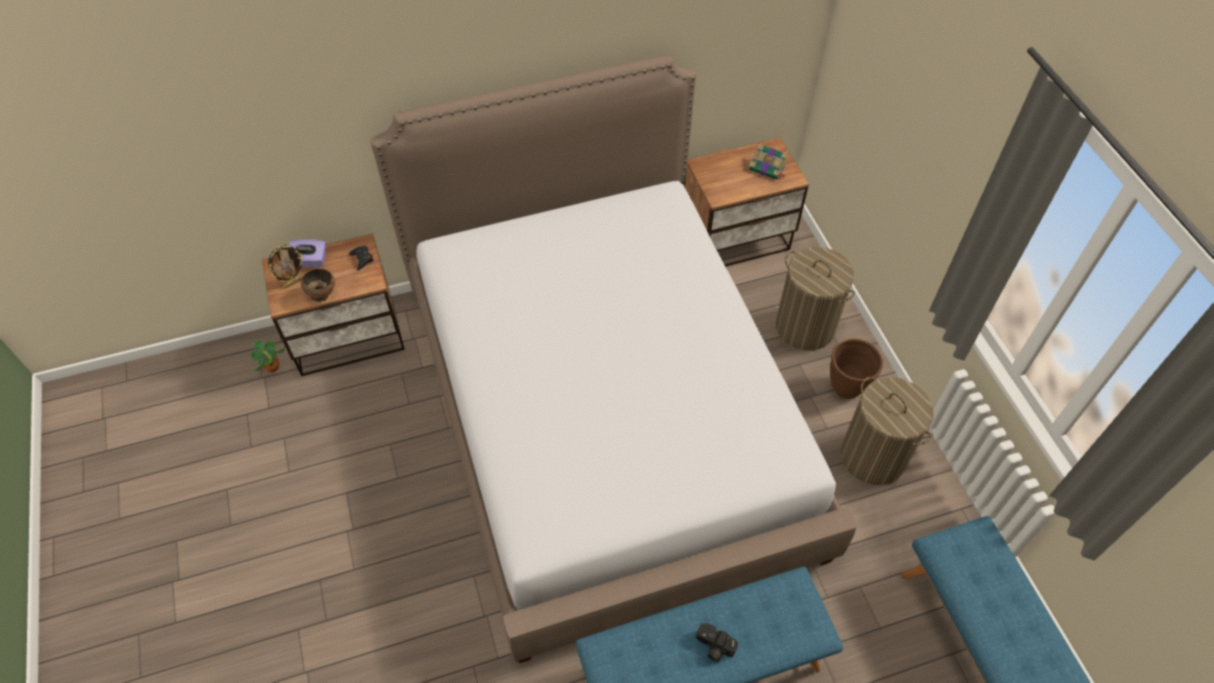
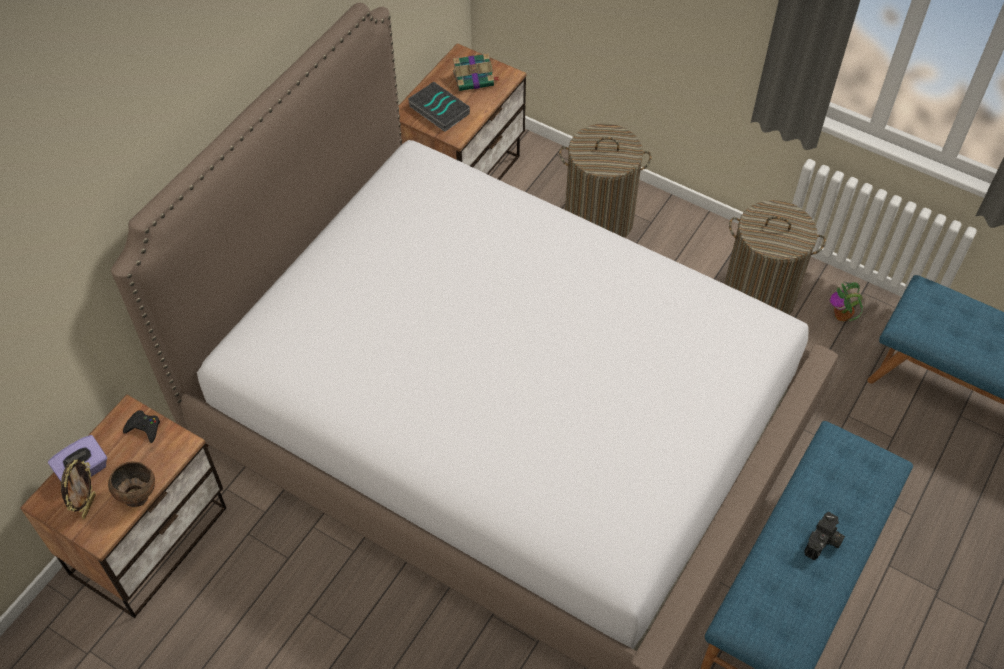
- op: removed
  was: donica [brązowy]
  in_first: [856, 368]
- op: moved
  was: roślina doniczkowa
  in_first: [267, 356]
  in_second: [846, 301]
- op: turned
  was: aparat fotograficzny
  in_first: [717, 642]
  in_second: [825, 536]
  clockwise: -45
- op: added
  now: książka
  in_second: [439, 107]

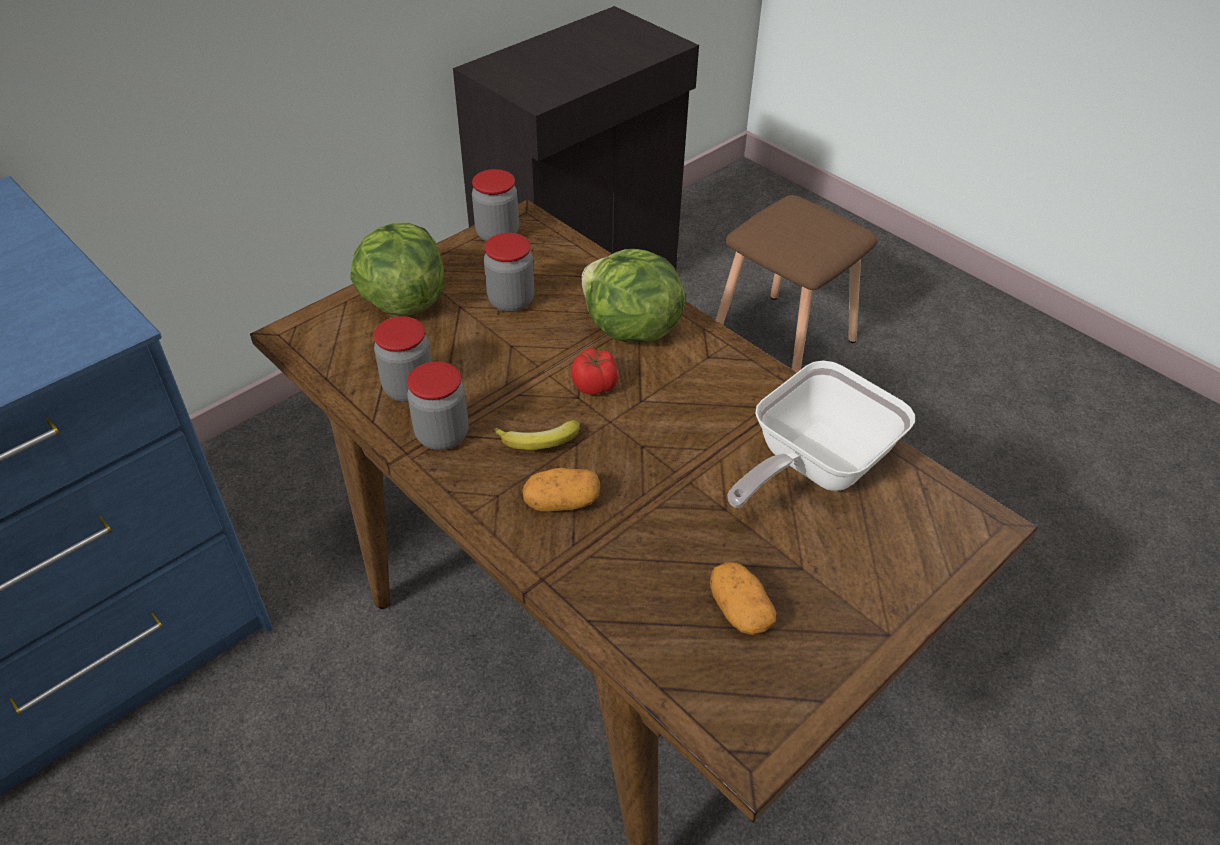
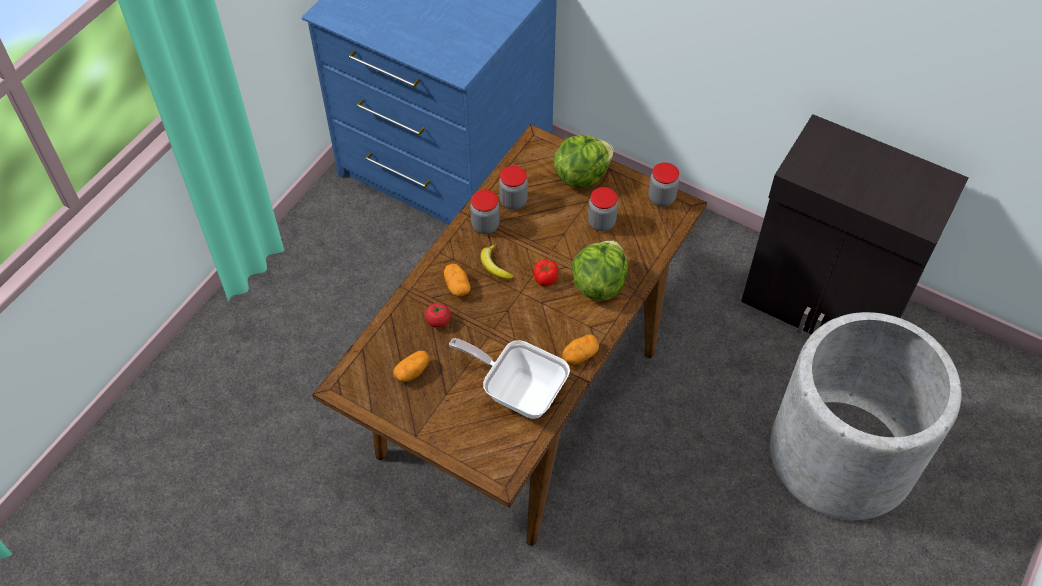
- op: replaced
  was: stołek [brązowy]
  now: donica [szary]
  in_first: [797, 283]
  in_second: [866, 416]
- op: added
  now: pomidor
  in_second: [438, 315]
- op: added
  now: ziemniak
  in_second: [580, 350]

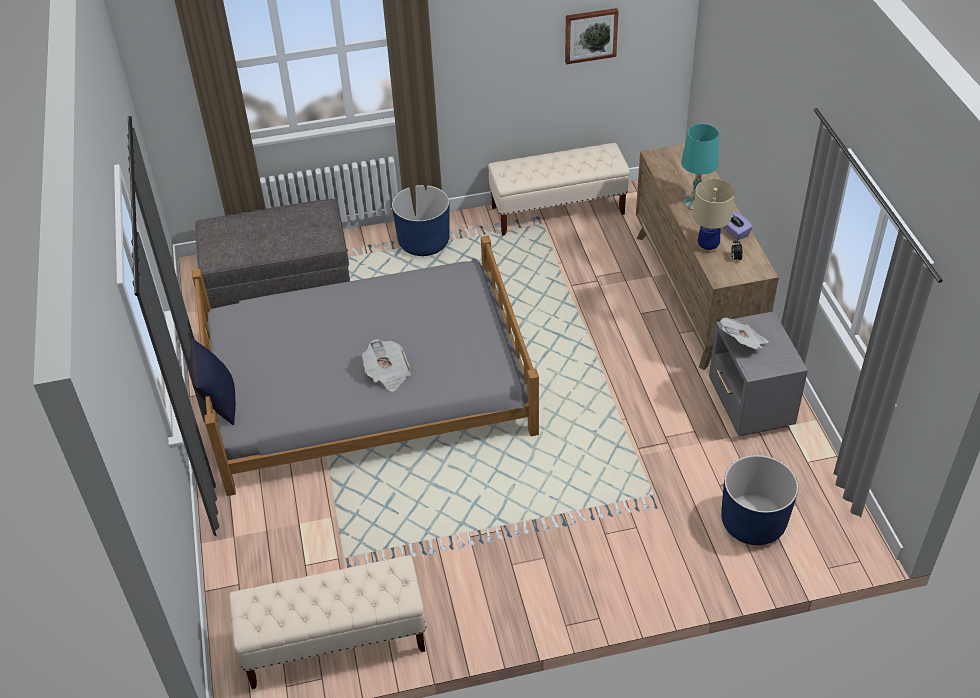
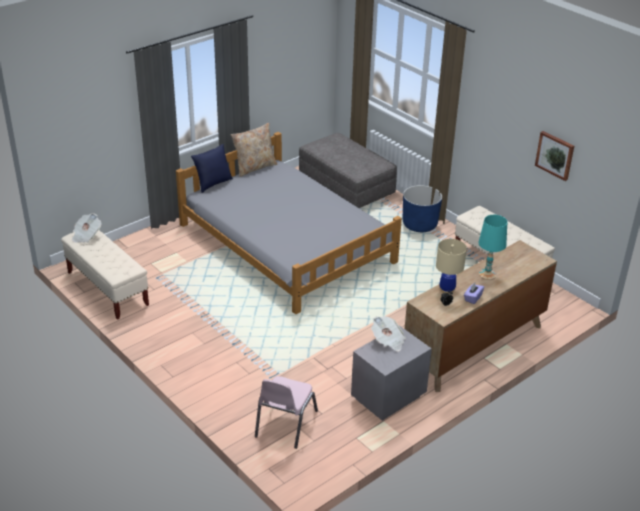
- op: moved
  was: gazeta
  in_first: [386, 365]
  in_second: [86, 228]
- op: replaced
  was: donica [niebieski]
  now: krzesło [różowy]
  in_first: [759, 500]
  in_second: [286, 412]
- op: added
  now: poduszka [beżowy]
  in_second: [254, 150]

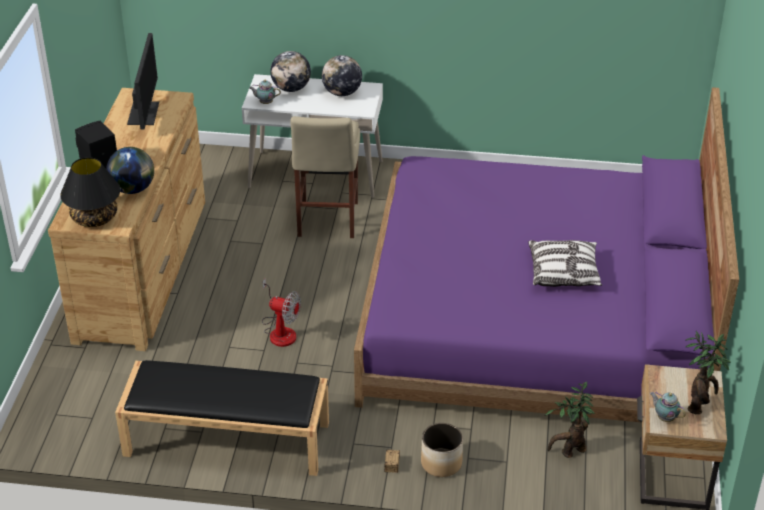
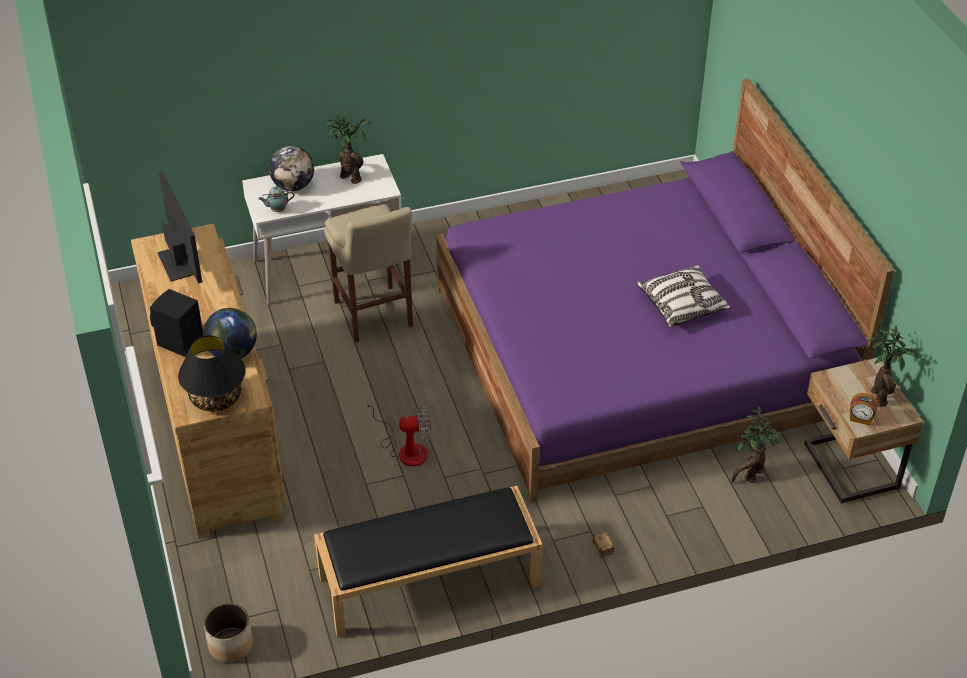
- op: replaced
  was: globus
  now: roślina doniczkowa
  in_first: [342, 75]
  in_second: [348, 148]
- op: replaced
  was: imbryk
  now: budzik
  in_first: [668, 407]
  in_second: [864, 409]
- op: moved
  was: donica
  in_first: [442, 450]
  in_second: [228, 633]

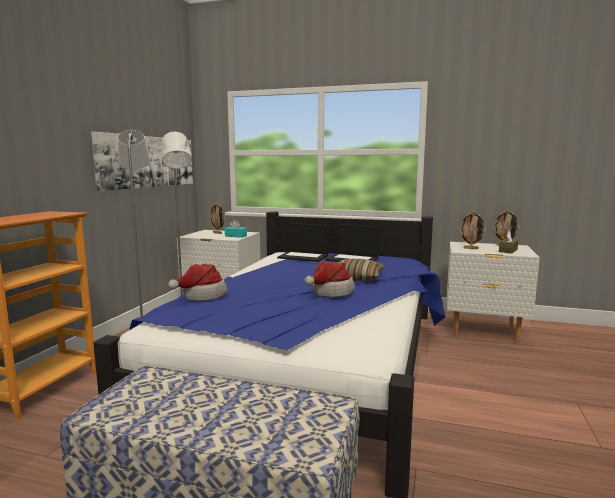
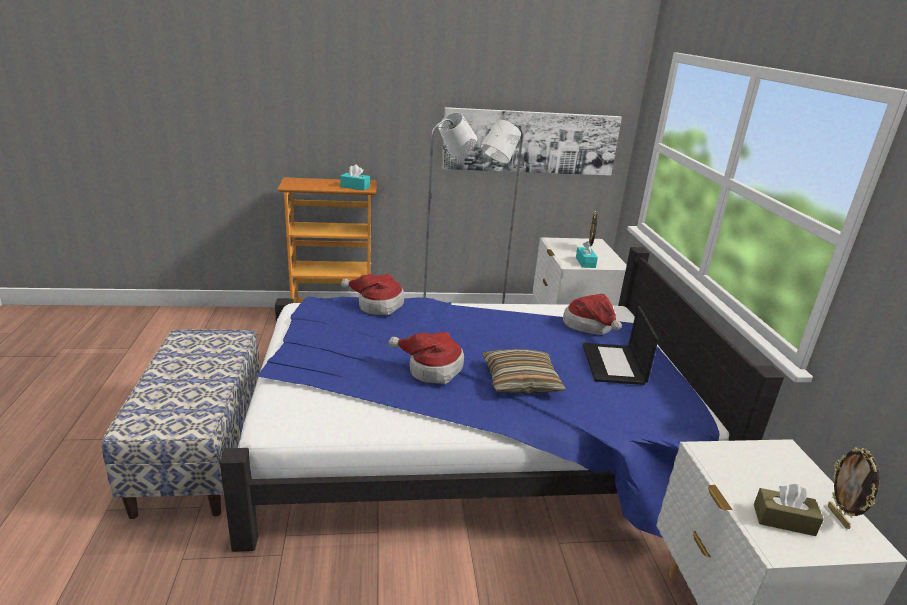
- op: removed
  was: ramka na zdjęcie
  in_first: [473, 230]
- op: replaced
  was: laptop
  now: kapelusz
  in_first: [303, 242]
  in_second: [592, 314]
- op: added
  now: pudełko chusteczek [turkusowy]
  in_second: [355, 177]

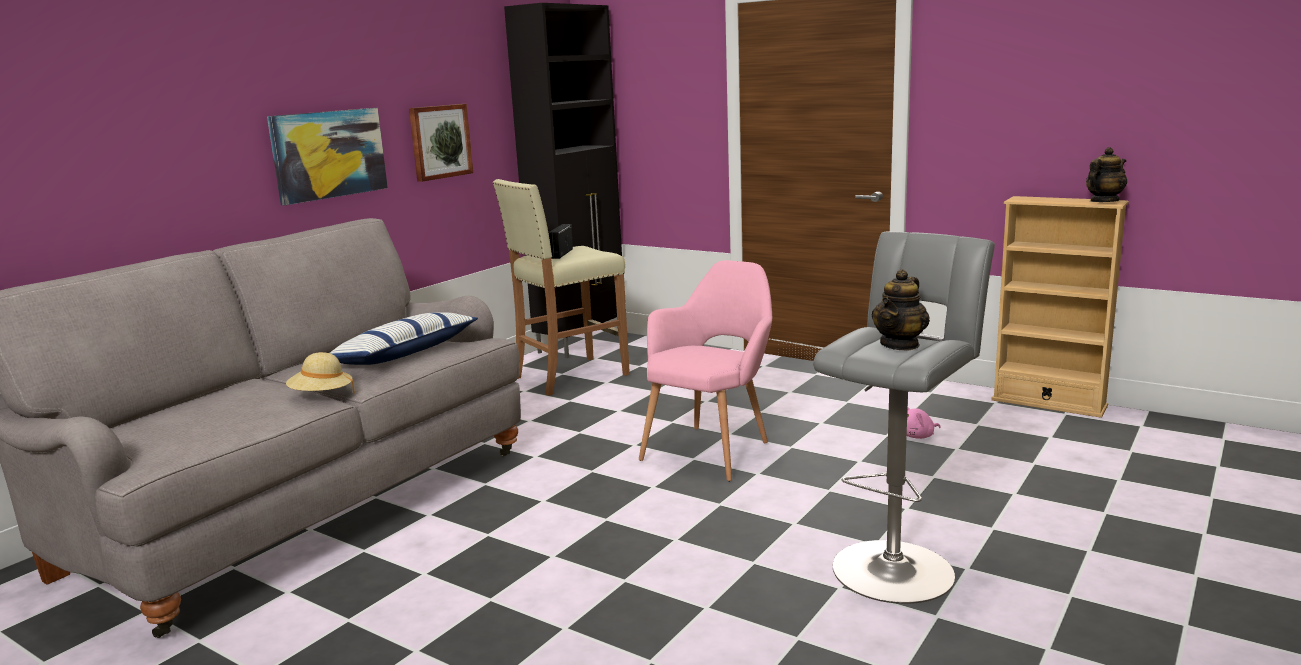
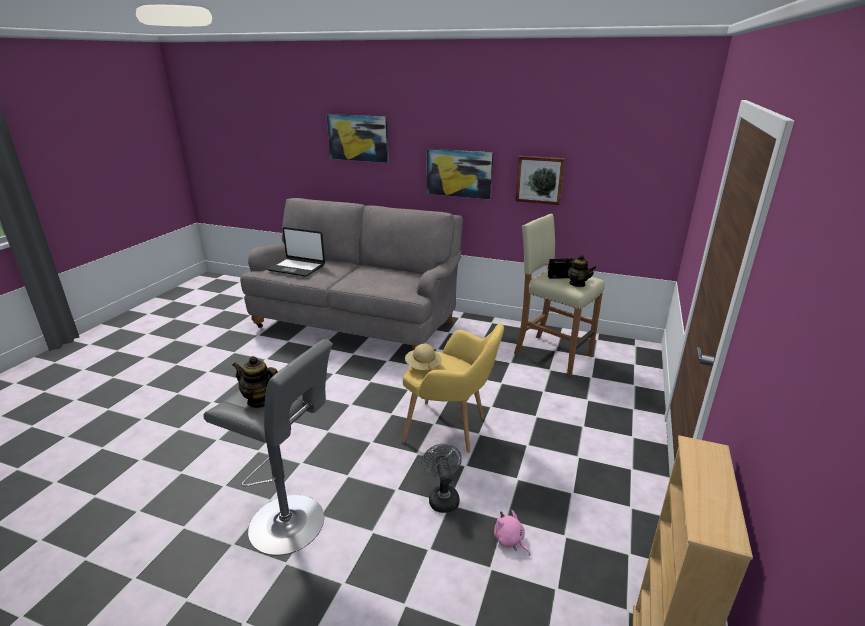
- op: removed
  was: szafka [czarny]
  in_first: [563, 180]
- op: moved
  was: imbryk
  in_first: [1106, 174]
  in_second: [579, 270]
- op: recoloured
  was: fotel [różowy]
  now: fotel [żółty]
  in_first: [705, 370]
  in_second: [453, 388]
- op: removed
  was: poduszka
  in_first: [404, 338]
- op: moved
  was: kapelusz [beżowy]
  in_first: [320, 372]
  in_second: [423, 358]
- op: added
  now: obraz
  in_second: [358, 138]
- op: added
  now: laptop
  in_second: [296, 252]
- op: added
  now: wentylator [szary]
  in_second: [442, 478]

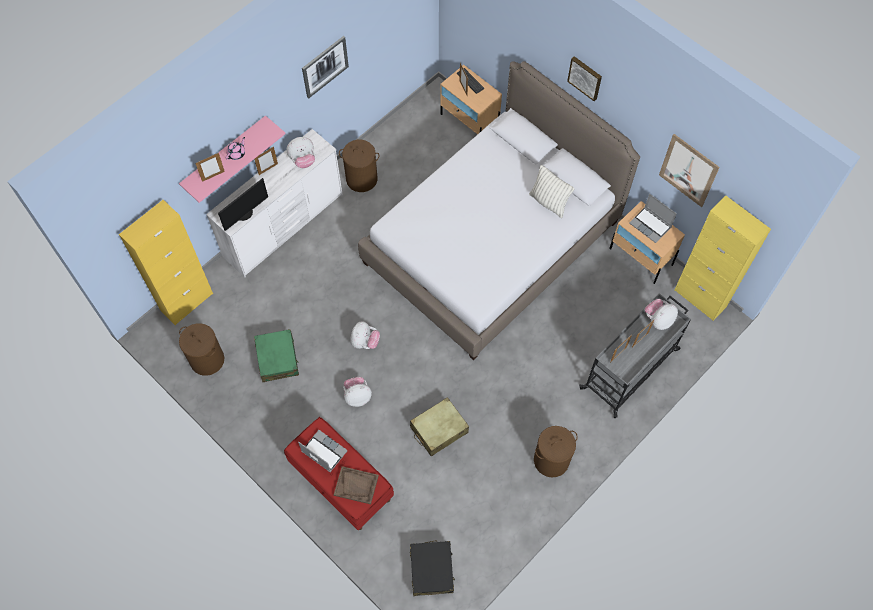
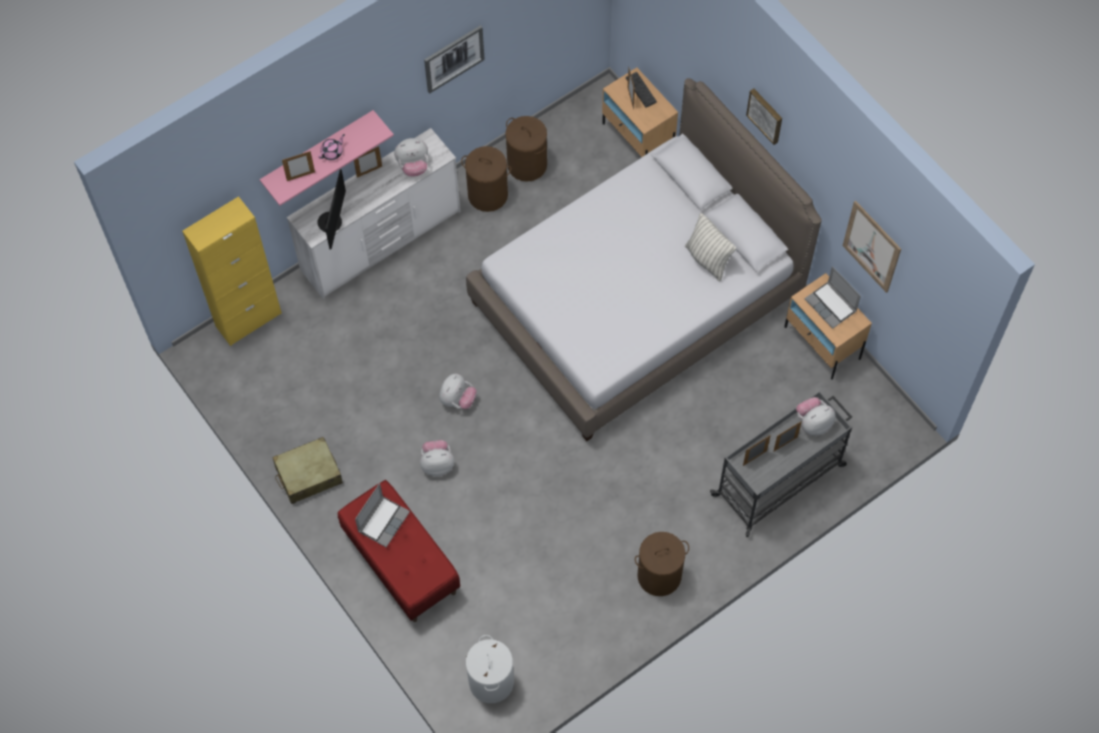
- op: turned
  was: monitor
  in_first: [243, 204]
  in_second: [331, 209]
  clockwise: -45
- op: removed
  was: szafka [żółty]
  in_first: [722, 258]
- op: moved
  was: kosz na pranie [brązowy]
  in_first: [201, 349]
  in_second: [526, 149]
- op: removed
  was: walizka [zielony]
  in_first: [276, 355]
- op: moved
  was: walizka [beżowy]
  in_first: [439, 427]
  in_second: [308, 470]
- op: turned
  was: laptop
  in_first: [323, 451]
  in_second: [382, 515]
  clockwise: 75
- op: removed
  was: taca [brązowy]
  in_first: [356, 485]
- op: replaced
  was: walizka [czarny]
  now: kosz na pranie [biały]
  in_first: [432, 568]
  in_second: [490, 669]

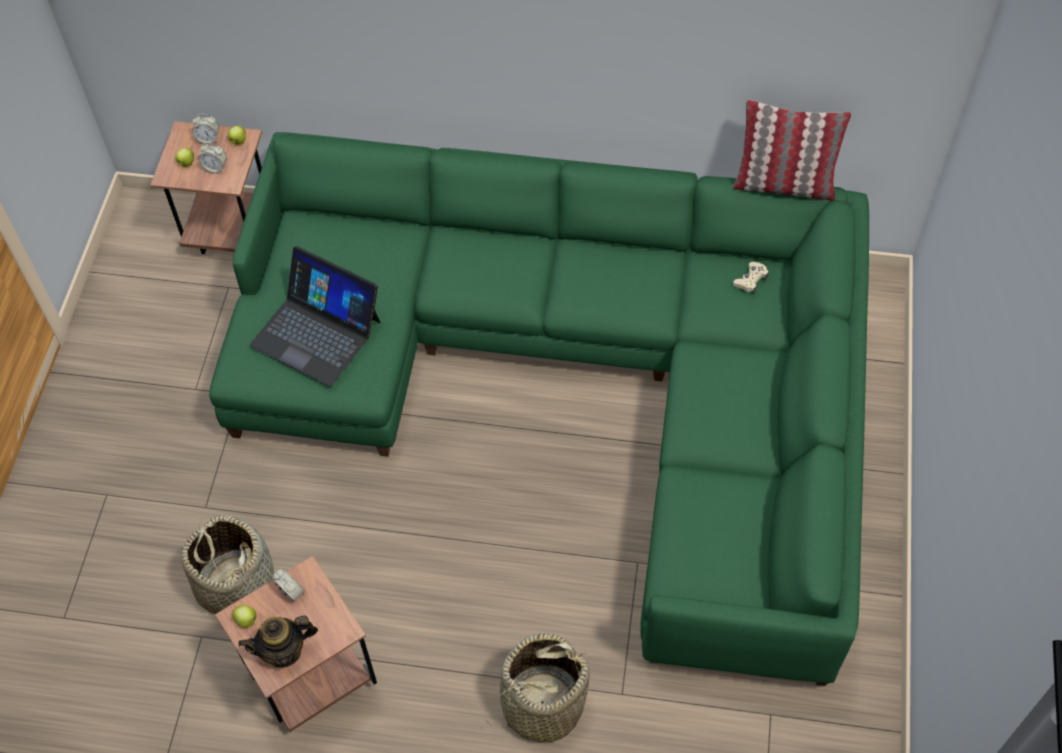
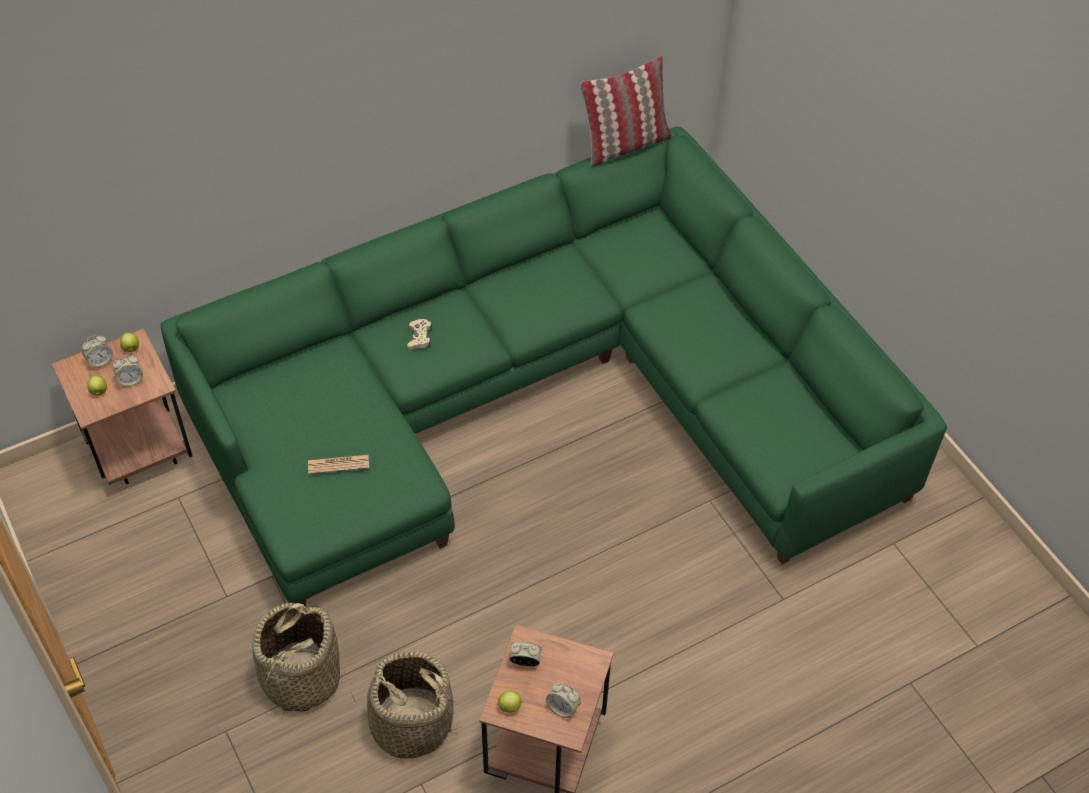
- op: replaced
  was: laptop
  now: gazeta
  in_first: [315, 316]
  in_second: [338, 464]
- op: moved
  was: pad do gier [beżowy]
  in_first: [751, 278]
  in_second: [419, 334]
- op: replaced
  was: imbryk
  now: budzik
  in_first: [278, 641]
  in_second: [563, 700]
- op: moved
  was: koszyk
  in_first: [537, 687]
  in_second: [296, 660]

